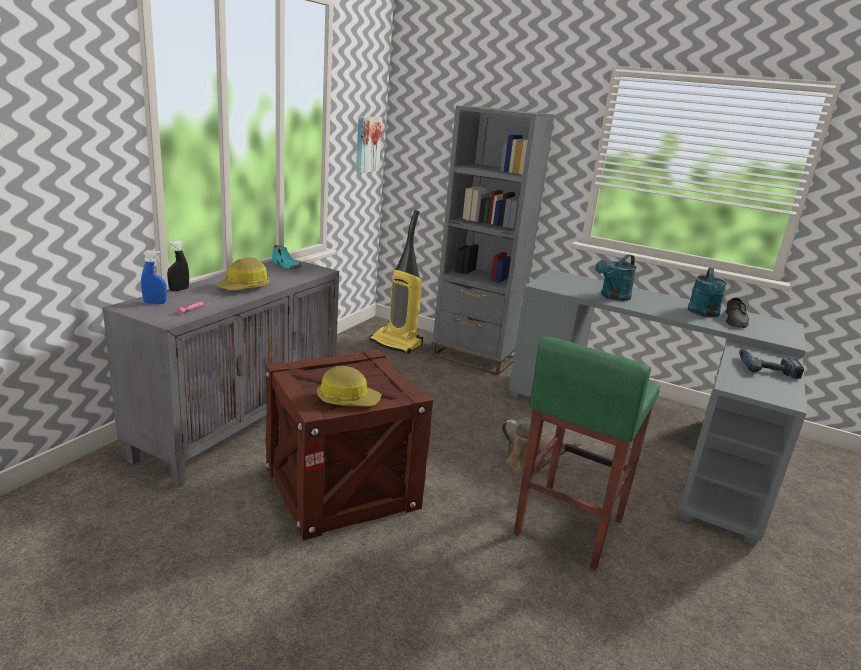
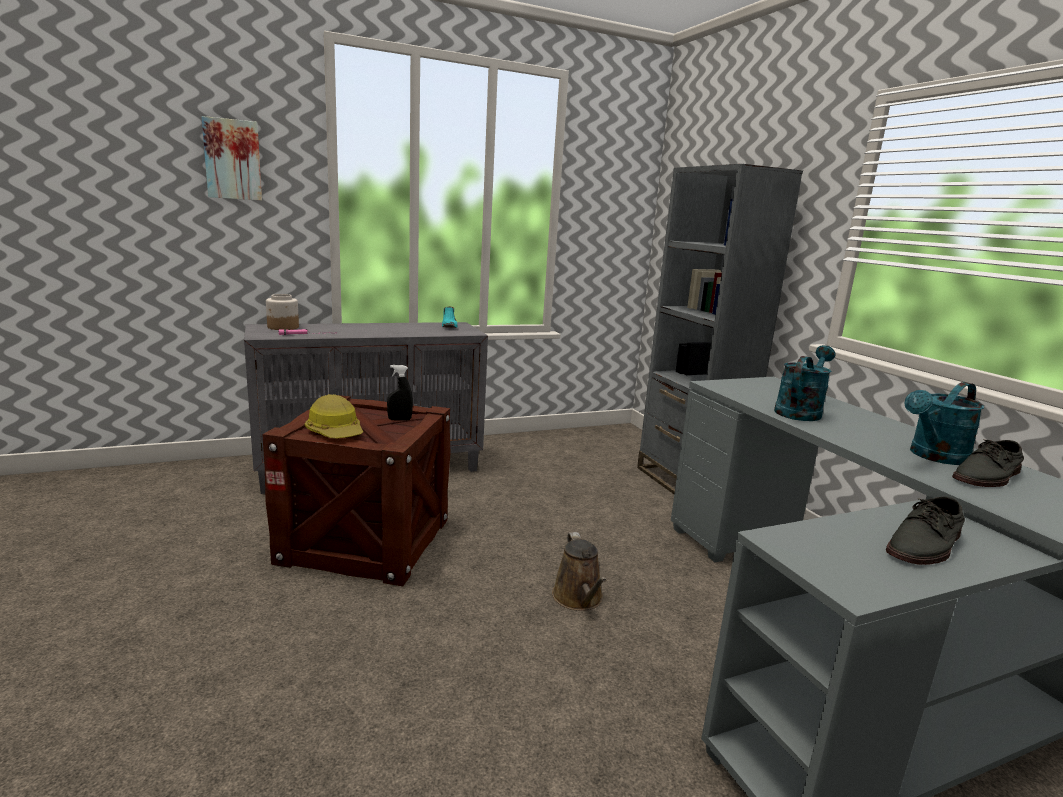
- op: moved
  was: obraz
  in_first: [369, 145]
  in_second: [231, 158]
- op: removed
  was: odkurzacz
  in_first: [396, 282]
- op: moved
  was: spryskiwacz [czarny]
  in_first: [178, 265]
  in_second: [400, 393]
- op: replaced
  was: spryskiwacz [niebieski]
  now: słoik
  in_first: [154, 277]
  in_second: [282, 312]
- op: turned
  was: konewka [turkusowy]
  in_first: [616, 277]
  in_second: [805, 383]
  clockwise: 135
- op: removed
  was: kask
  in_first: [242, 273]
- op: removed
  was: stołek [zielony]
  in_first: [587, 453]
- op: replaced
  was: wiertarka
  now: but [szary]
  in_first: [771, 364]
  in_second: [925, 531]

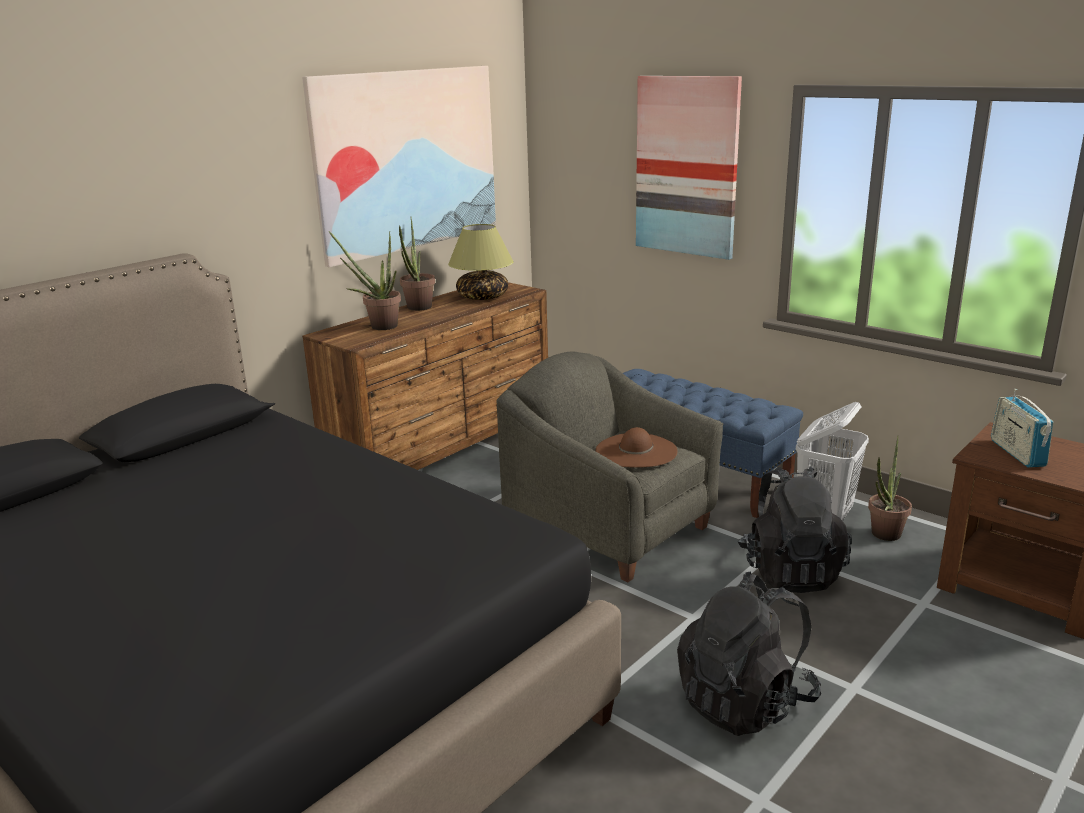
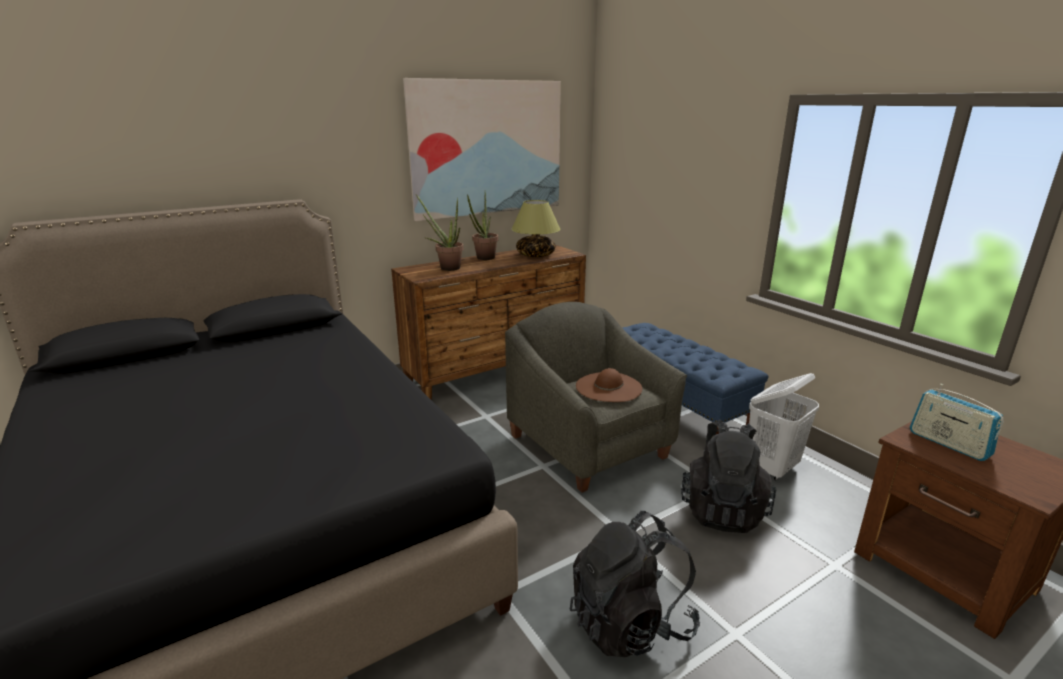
- op: removed
  was: obraz
  in_first: [689, 168]
- op: turned
  was: radio
  in_first: [1022, 428]
  in_second: [957, 422]
  clockwise: -45
- op: removed
  was: roślina doniczkowa
  in_first: [890, 488]

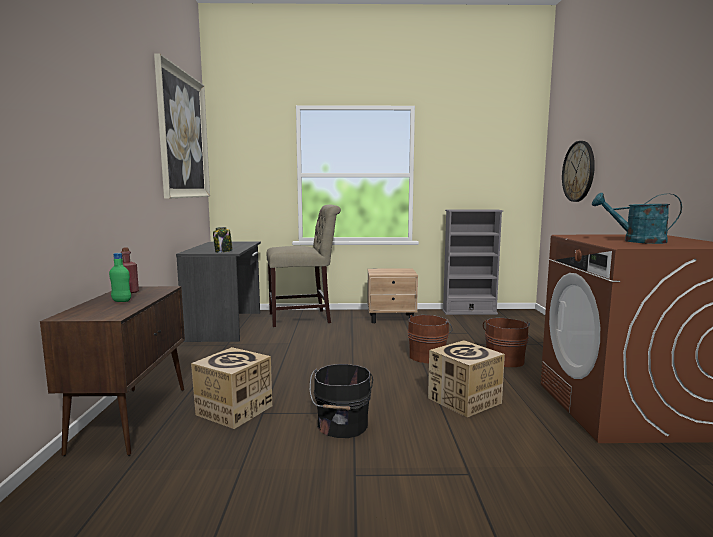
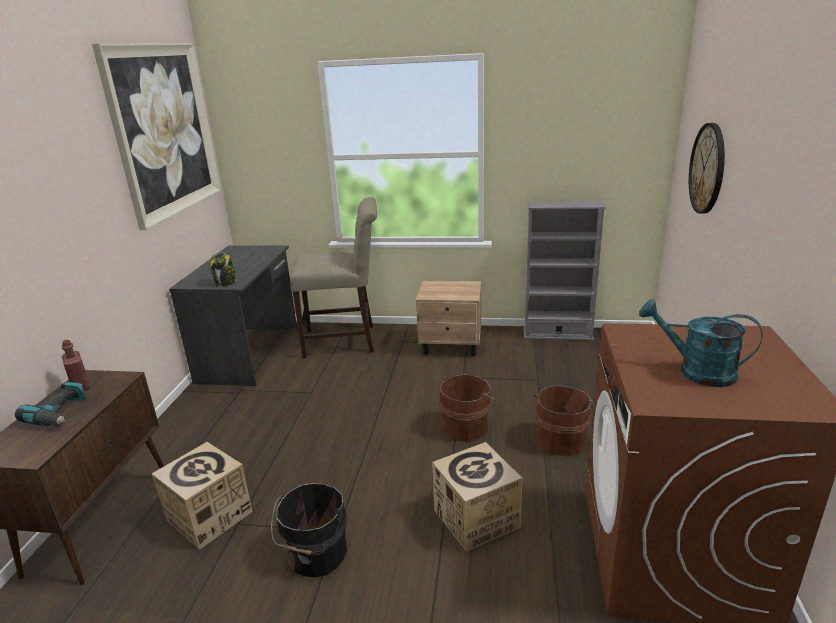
- op: replaced
  was: butelka [zielony]
  now: wiertarka
  in_first: [120, 277]
  in_second: [51, 403]

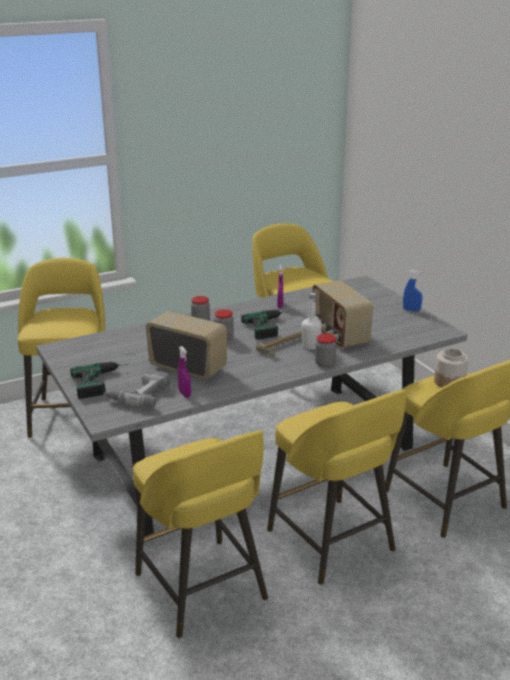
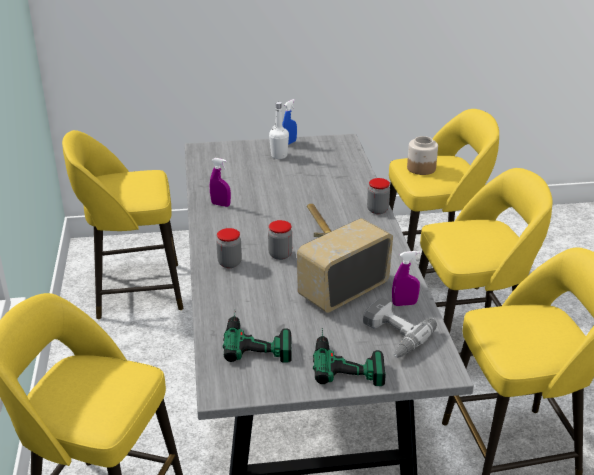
- op: removed
  was: radio
  in_first: [342, 314]
- op: moved
  was: butelka [biały]
  in_first: [312, 321]
  in_second: [279, 130]
- op: moved
  was: wiertarka
  in_first: [265, 325]
  in_second: [257, 337]

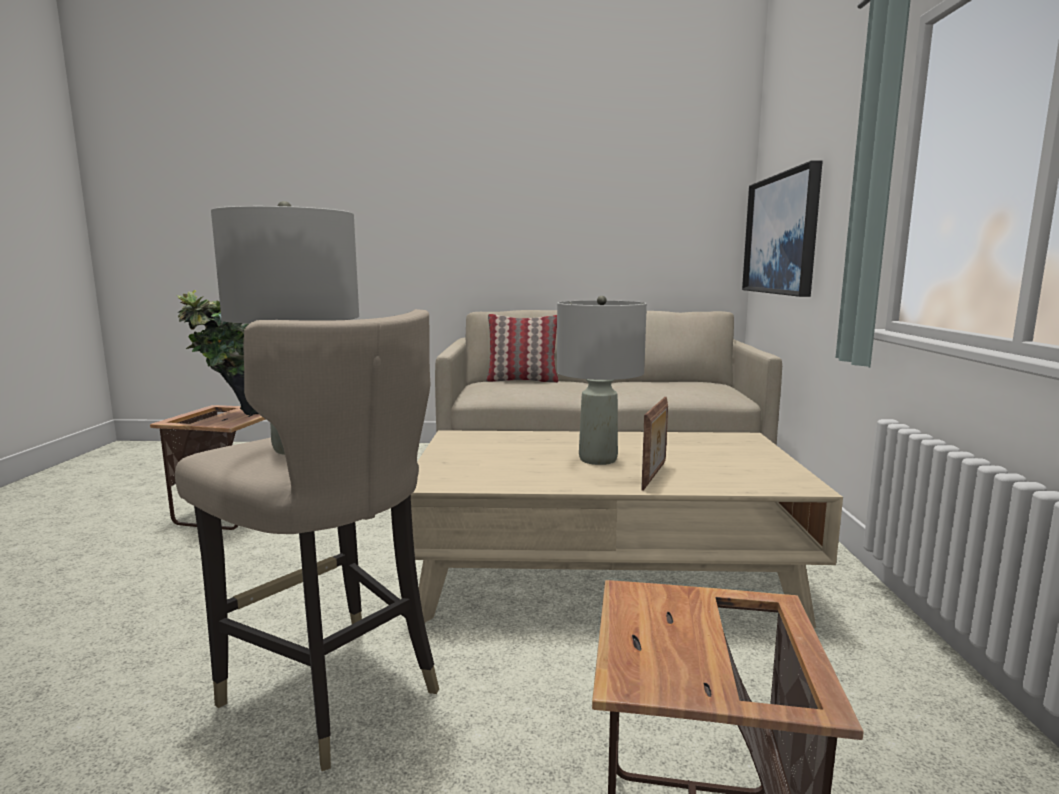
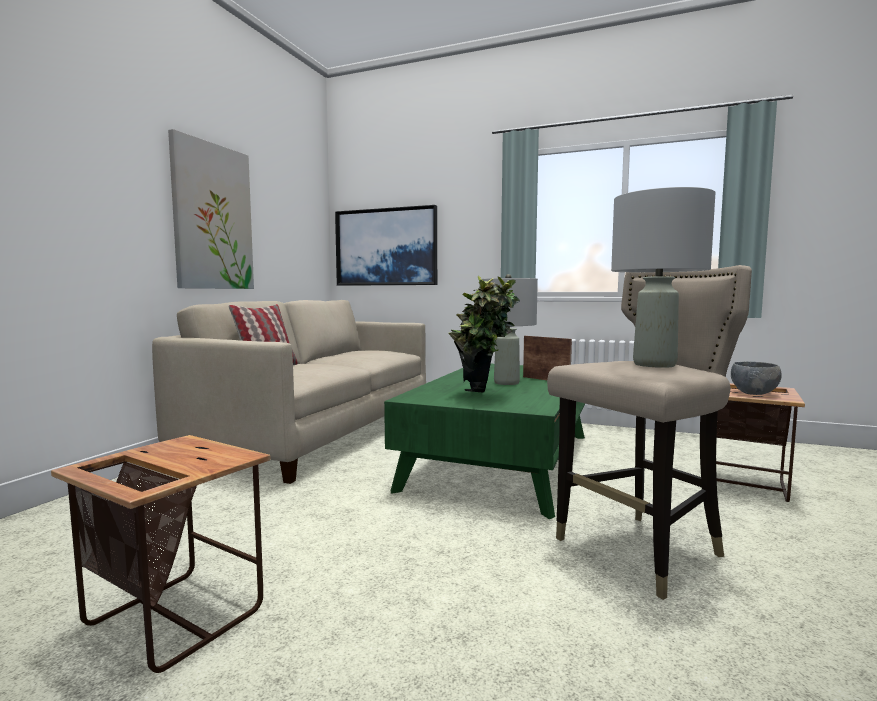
- op: moved
  was: roślina doniczkowa
  in_first: [218, 352]
  in_second: [484, 334]
- op: recoloured
  was: ława [beżowy]
  now: ława [zielony]
  in_first: [627, 529]
  in_second: [484, 441]
- op: added
  now: obraz
  in_second: [211, 209]
- op: added
  now: miska [szary]
  in_second: [756, 378]

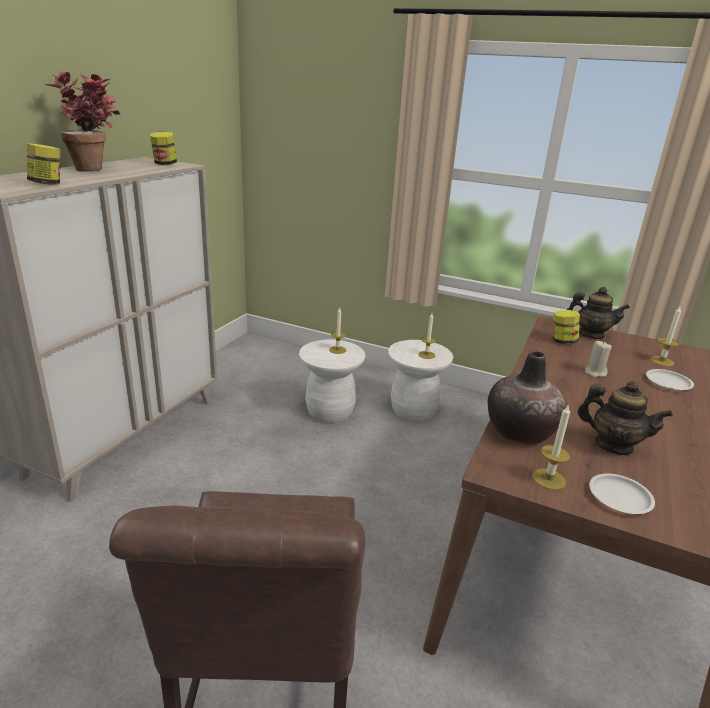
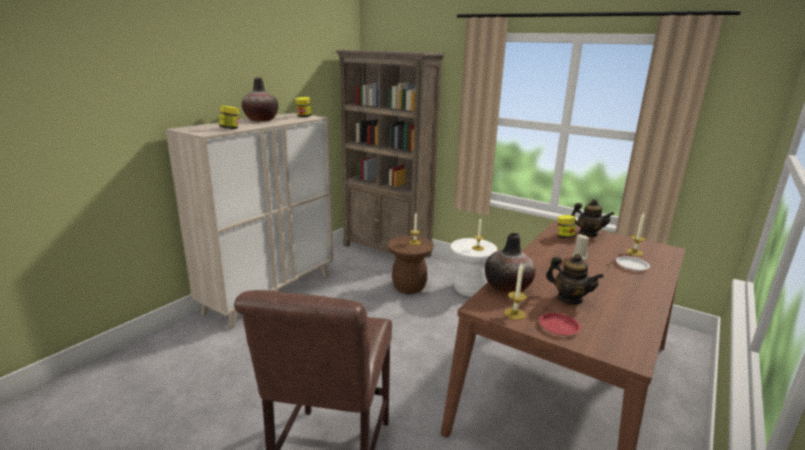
- op: replaced
  was: roślina doniczkowa
  now: wazon
  in_first: [82, 121]
  in_second: [260, 99]
- op: recoloured
  was: stołek [biały]
  now: stołek [brązowy]
  in_first: [332, 381]
  in_second: [410, 265]
- op: recoloured
  was: talerz [biały]
  now: talerz [czerwony]
  in_first: [622, 494]
  in_second: [560, 324]
- op: added
  now: regał [brązowy]
  in_second: [390, 153]

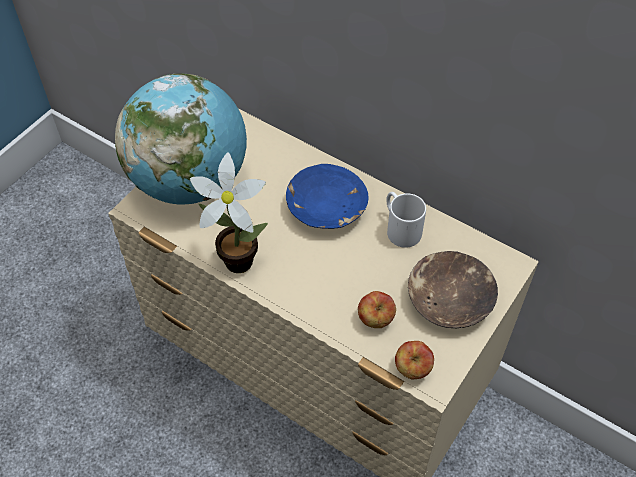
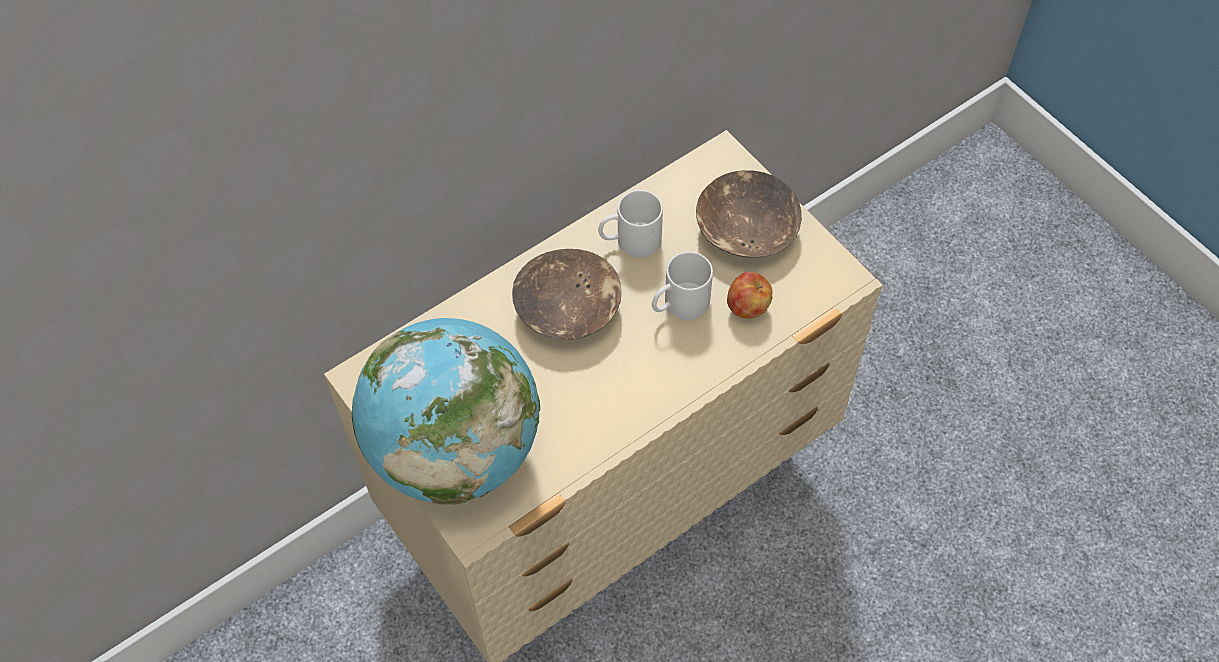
- op: removed
  was: roślina doniczkowa
  in_first: [229, 213]
- op: recoloured
  was: miska [niebieski]
  now: miska [brązowy]
  in_first: [327, 196]
  in_second: [567, 294]
- op: removed
  was: jabłko
  in_first: [414, 360]
- op: added
  now: kubek [biały]
  in_second: [682, 286]

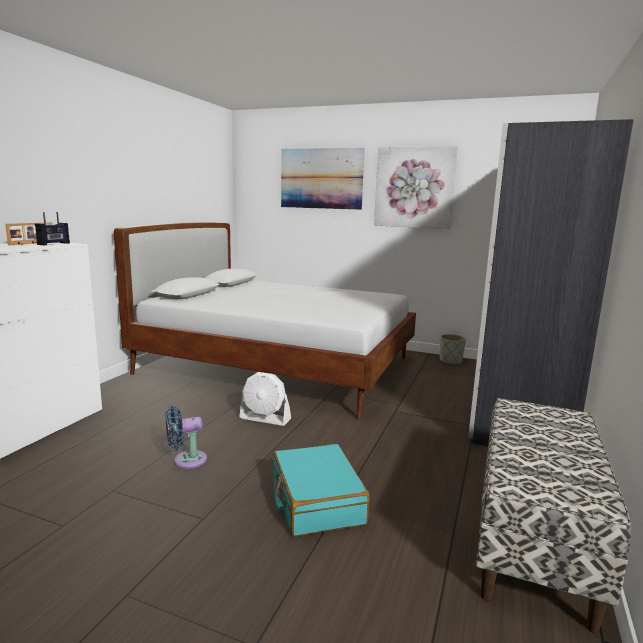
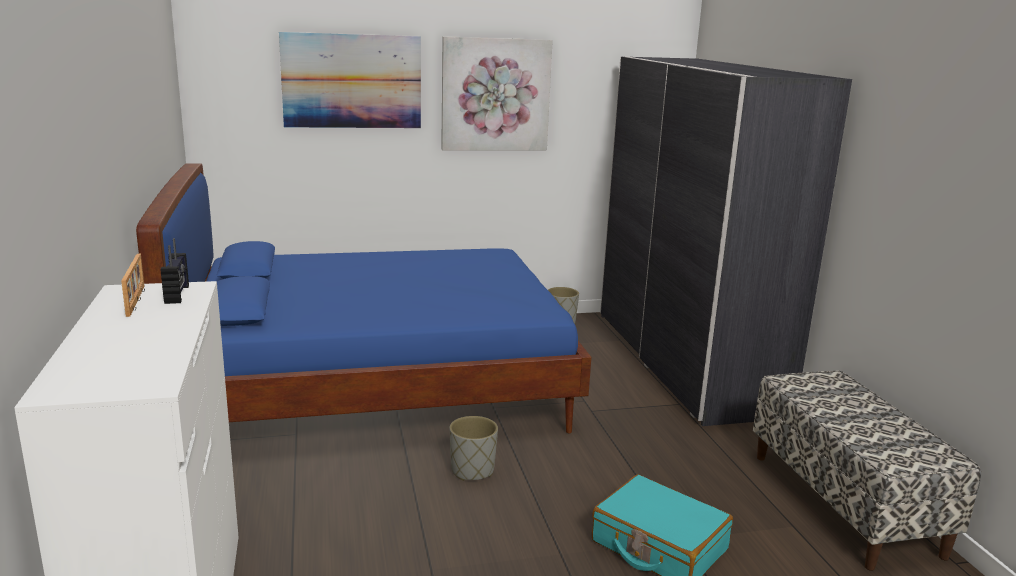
- op: recoloured
  was: łóżko [biały]
  now: łóżko [niebieski]
  in_first: [265, 320]
  in_second: [364, 298]
- op: replaced
  was: wentylator [biały]
  now: donica [szary]
  in_first: [265, 399]
  in_second: [473, 448]
- op: removed
  was: wentylator [niebieski]
  in_first: [186, 437]

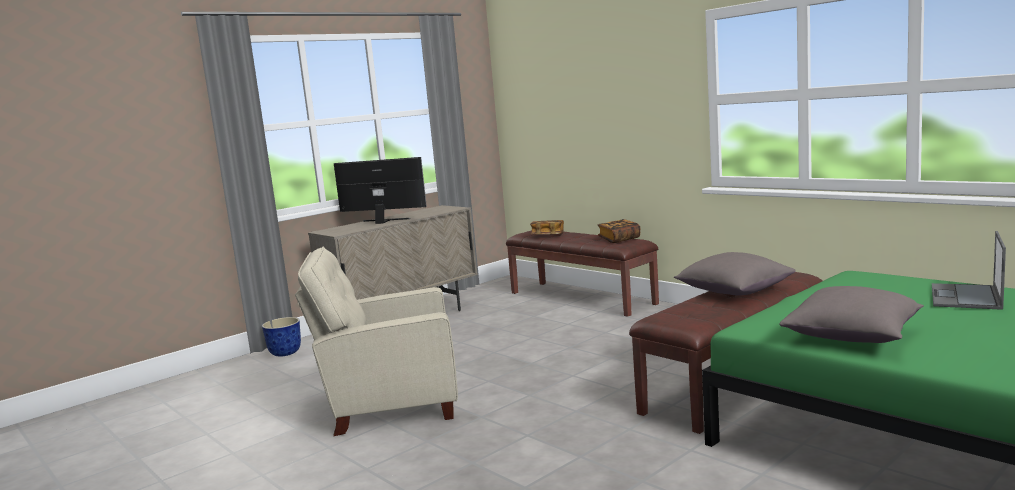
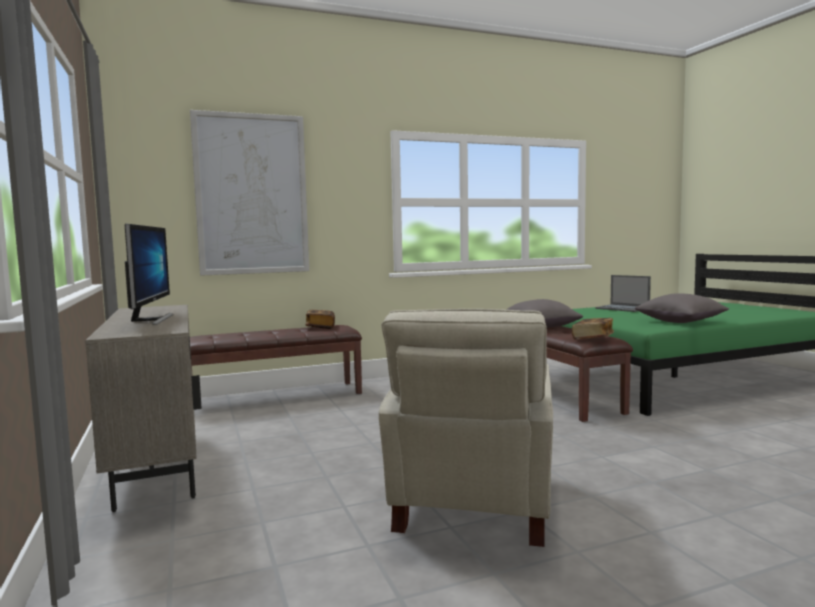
- op: turned
  was: monitor
  in_first: [380, 190]
  in_second: [149, 274]
  clockwise: 135
- op: moved
  was: książka
  in_first: [547, 227]
  in_second: [593, 329]
- op: removed
  was: donica
  in_first: [281, 336]
- op: added
  now: obraz
  in_second: [249, 193]

